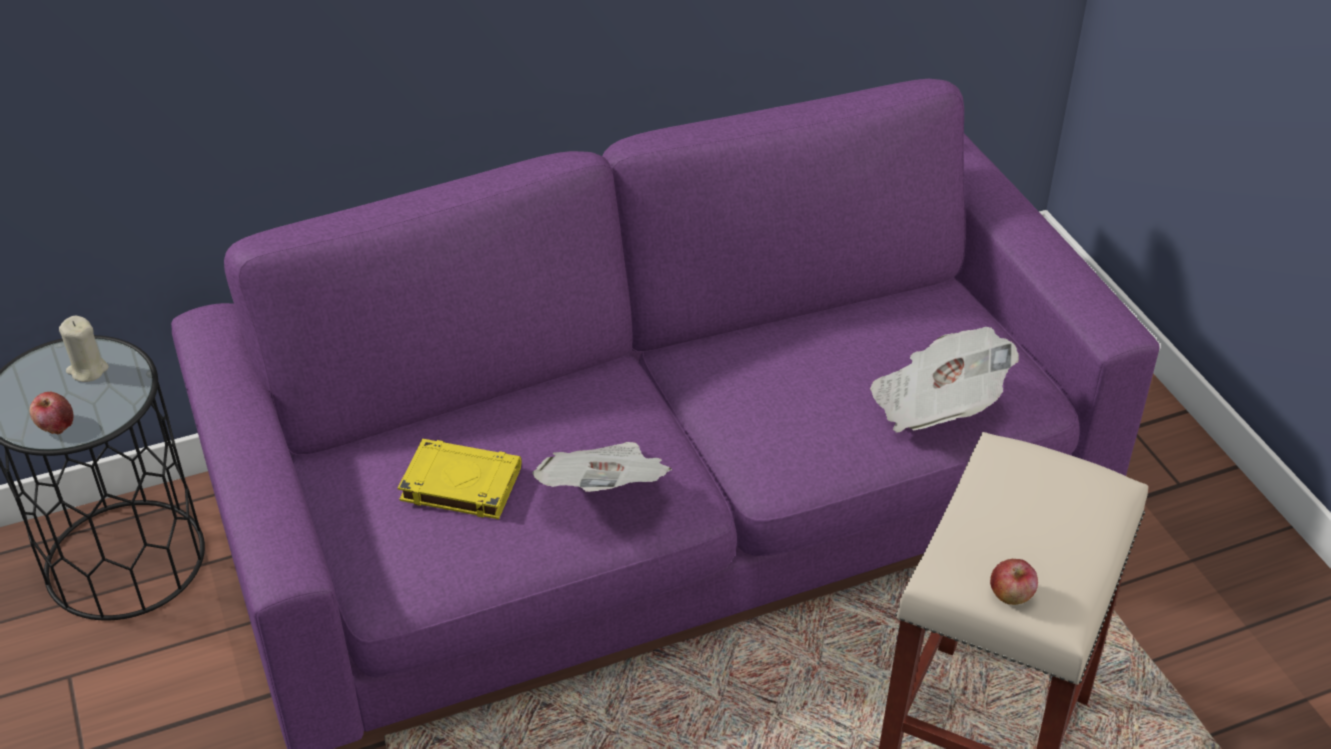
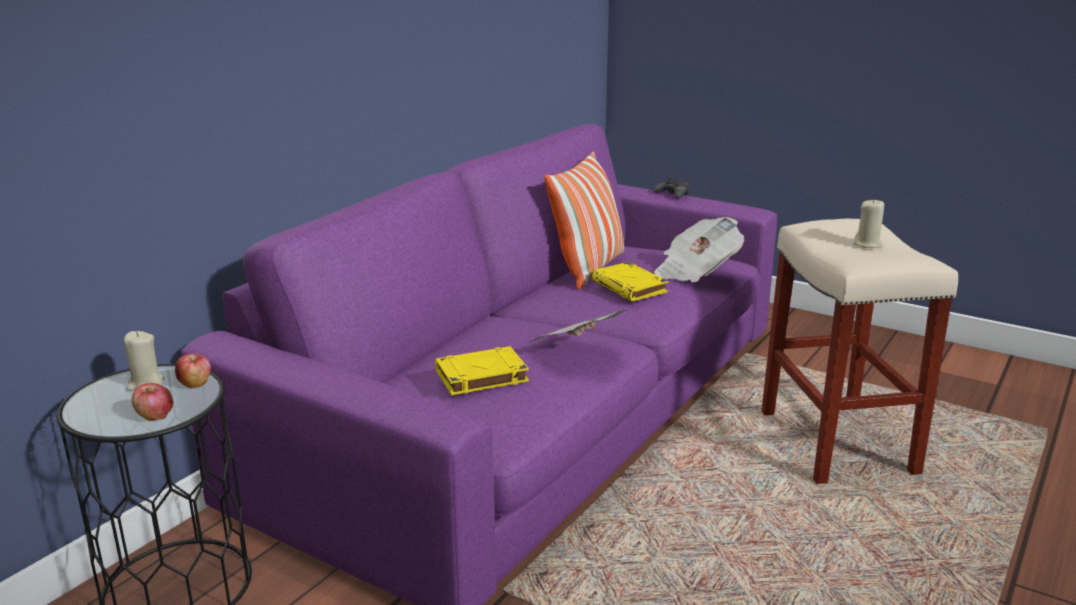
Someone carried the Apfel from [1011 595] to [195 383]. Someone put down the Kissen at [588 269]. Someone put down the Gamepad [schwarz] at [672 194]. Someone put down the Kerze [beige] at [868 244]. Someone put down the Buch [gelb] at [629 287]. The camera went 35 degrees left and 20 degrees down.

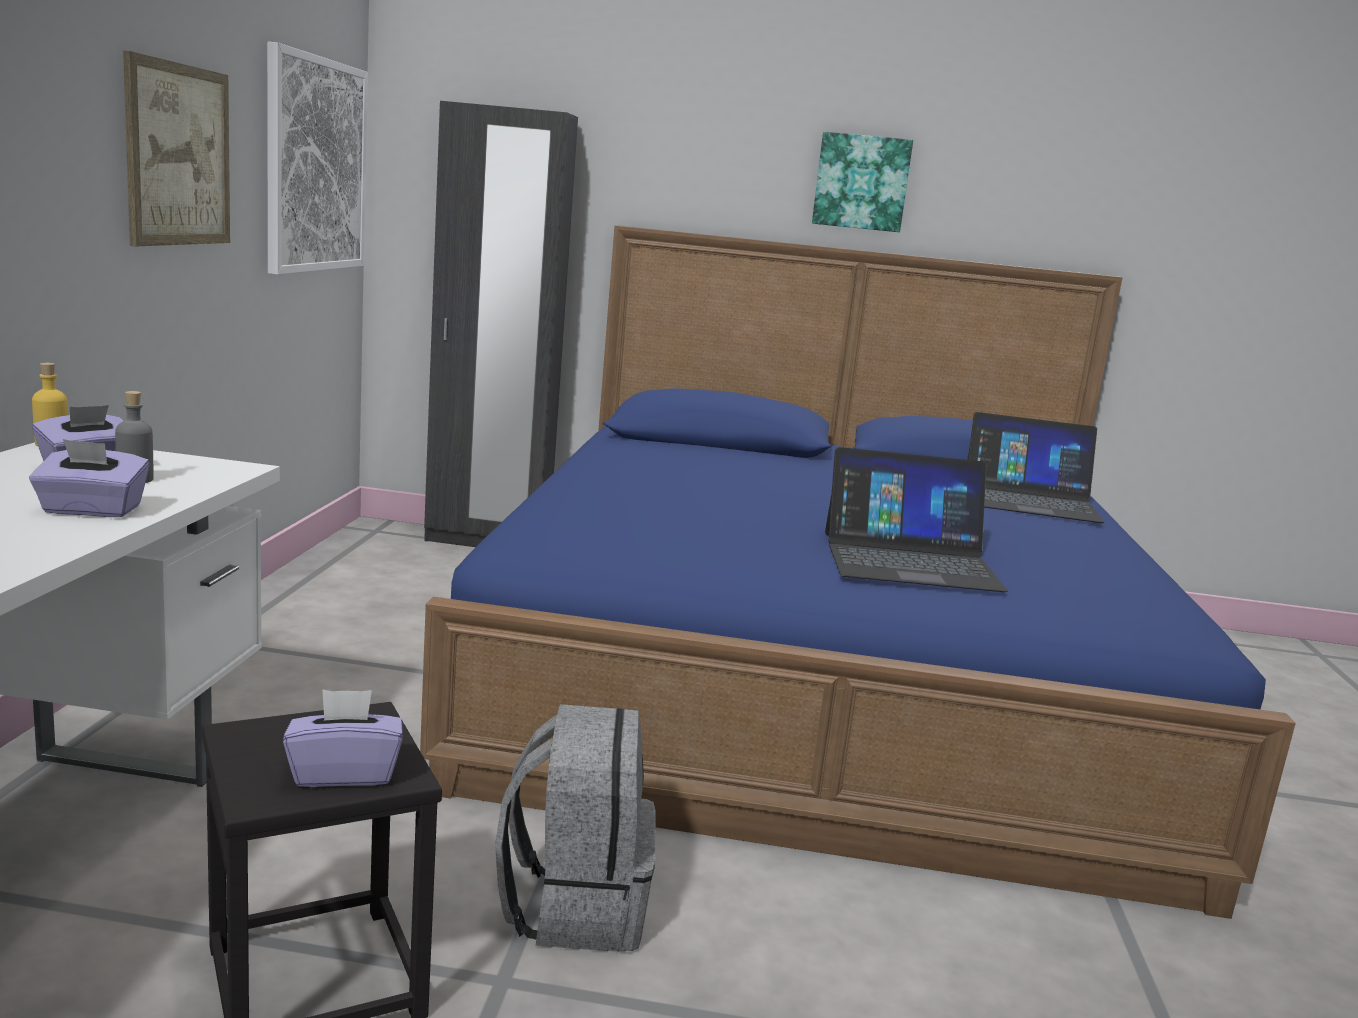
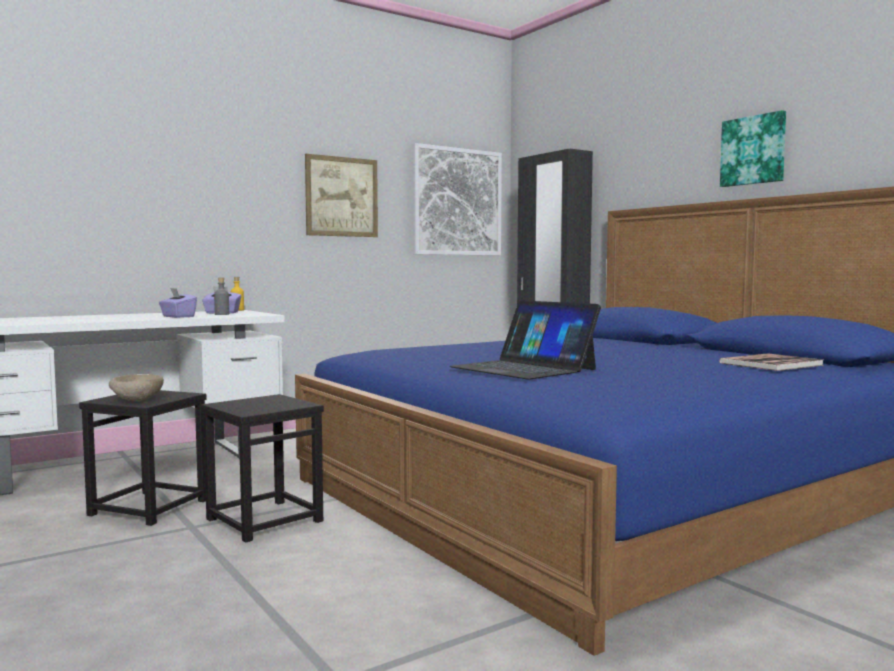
Someone swapped the Laptop at [1029 500] for the Buch at [771 364]. Someone swapped the Taschentuchbox [lila] at [344 773] for the Schüssel [beige] at [136 401]. Someone swapped the Rucksack [grau] at [575 906] for the Hocker [schwarz] at [264 520]. The camera went 50 degrees right and 10 degrees down.

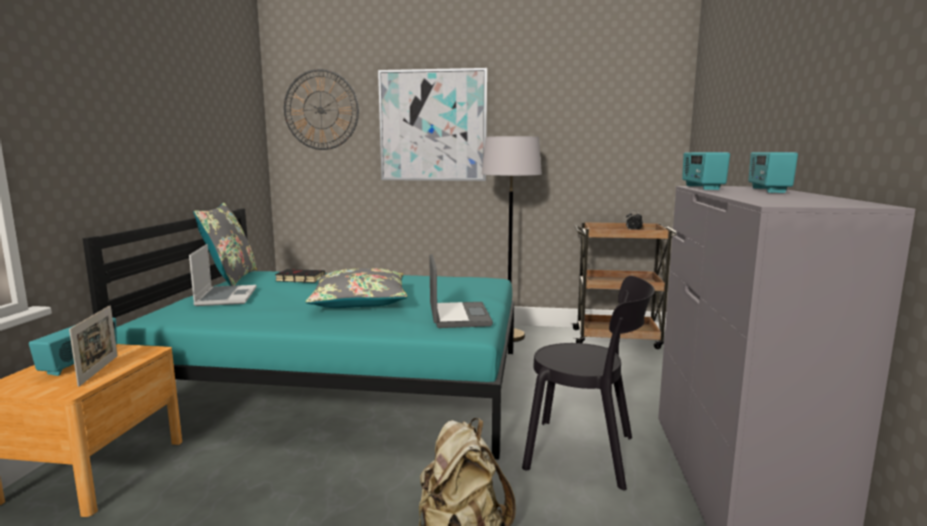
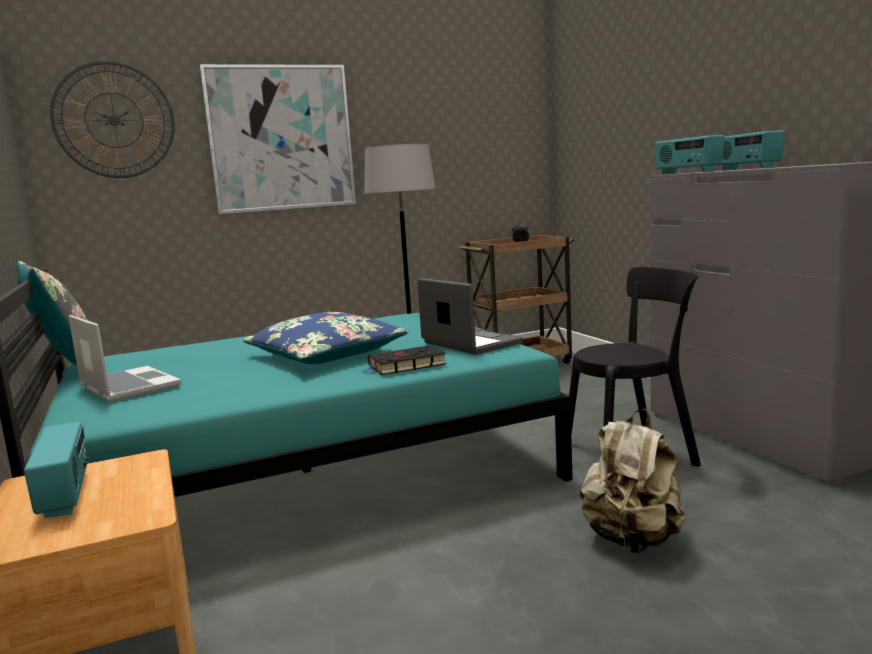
Someone repainted the Kissen [grau] at [359 301], which became the Kissen [blau] at [326 355]. Someone carried the Buch [schwarz] from [299 279] to [404 365]. Someone took away the Bilderrahmen at [99 370]. The camera went 30 degrees left and 0 degrees up.

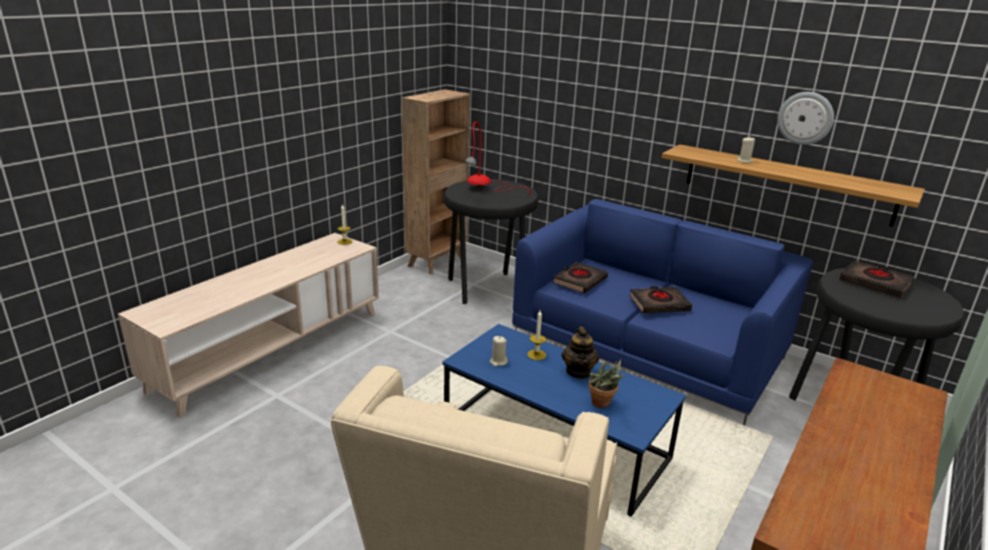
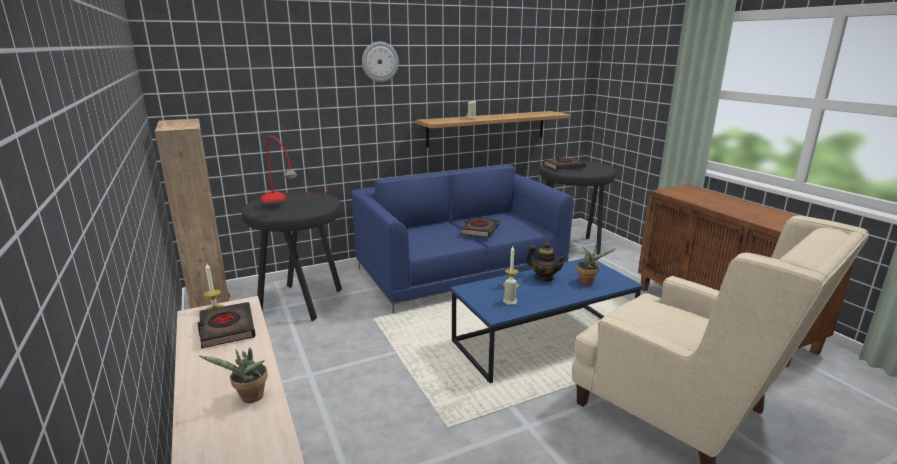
Someone carried the Wanduhr from [805 118] to [380 61]. Someone carried the Buch [schwarz] from [579 281] to [227 329]. Someone put down the Topfpflanze at [249 398]. The camera went 60 degrees left and 5 degrees down.

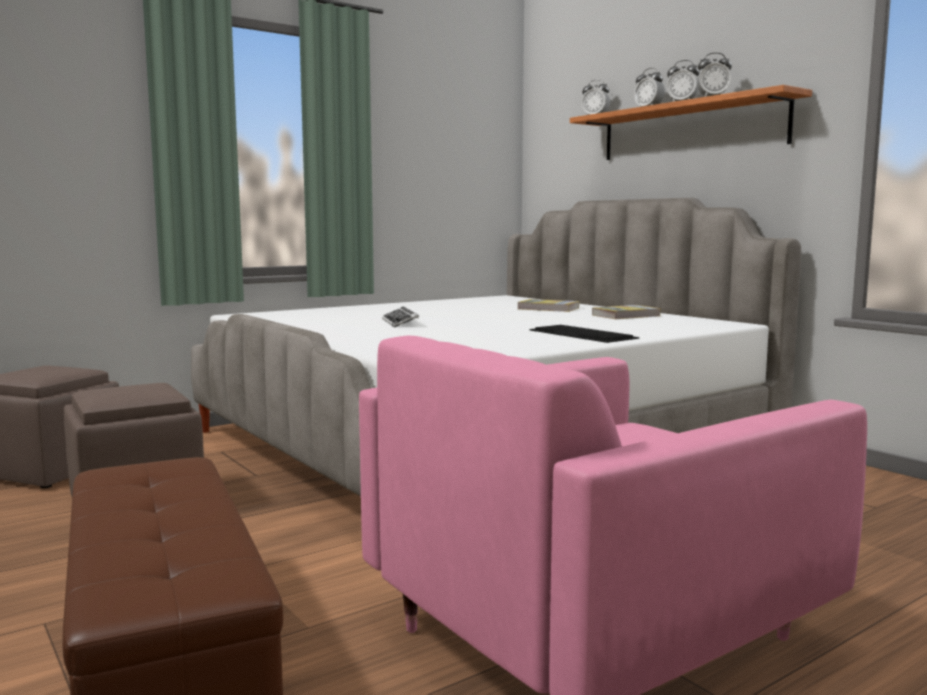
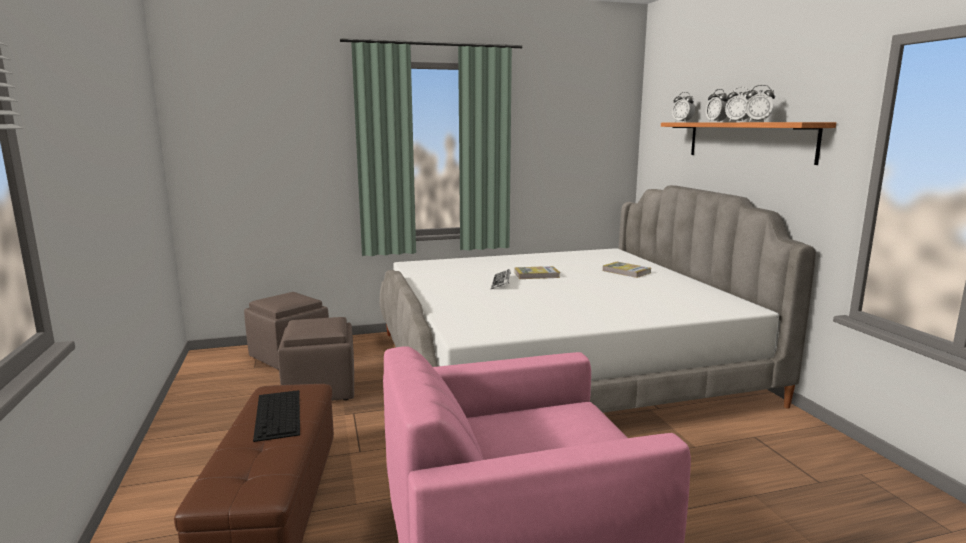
Someone carried the Buch from [626 315] to [536 275]. Someone carried the Tastatur from [583 334] to [278 414]. The camera went 20 degrees right and 5 degrees up.

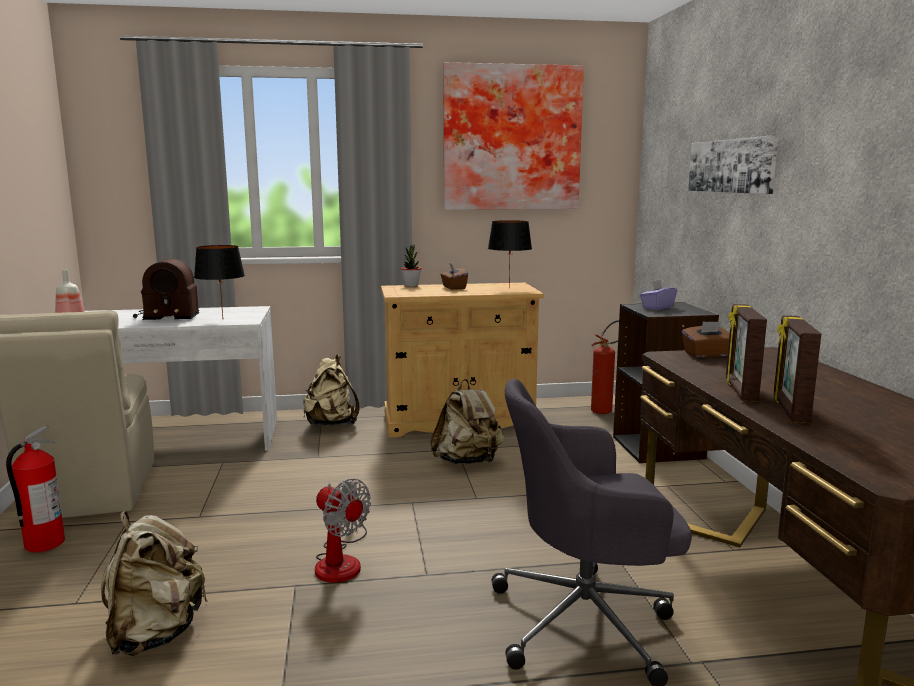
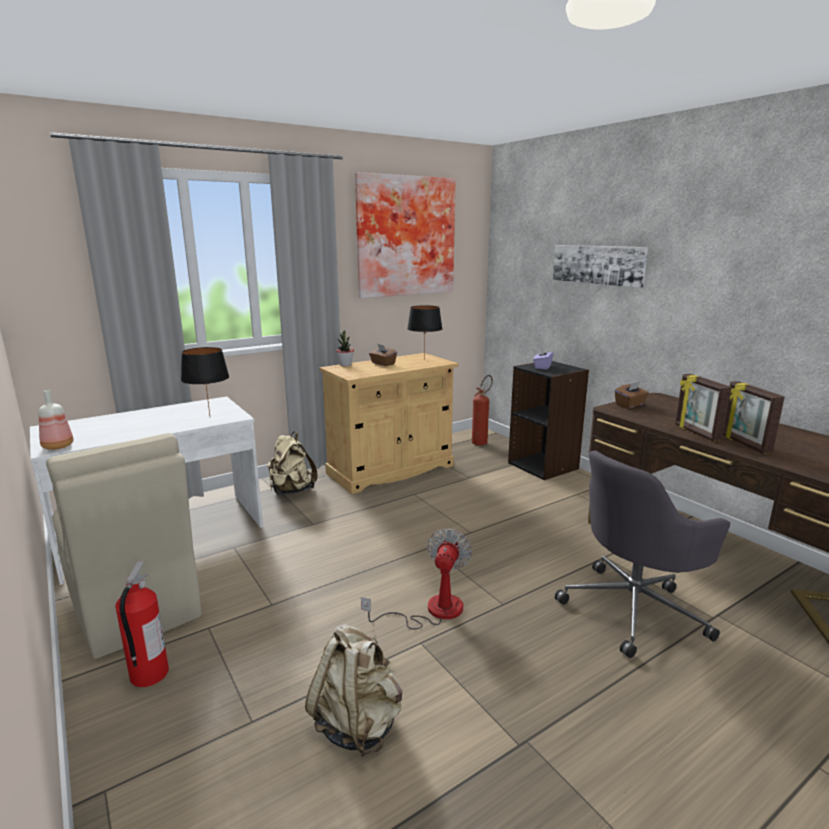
Someone took away the Radio at [166 315]. Someone took away the Rucksack [beige] at [468 462]. Someone rotated the Ventilator at [341 560] by 90 degrees counterclockwise. The camera went 25 degrees left and 5 degrees up.

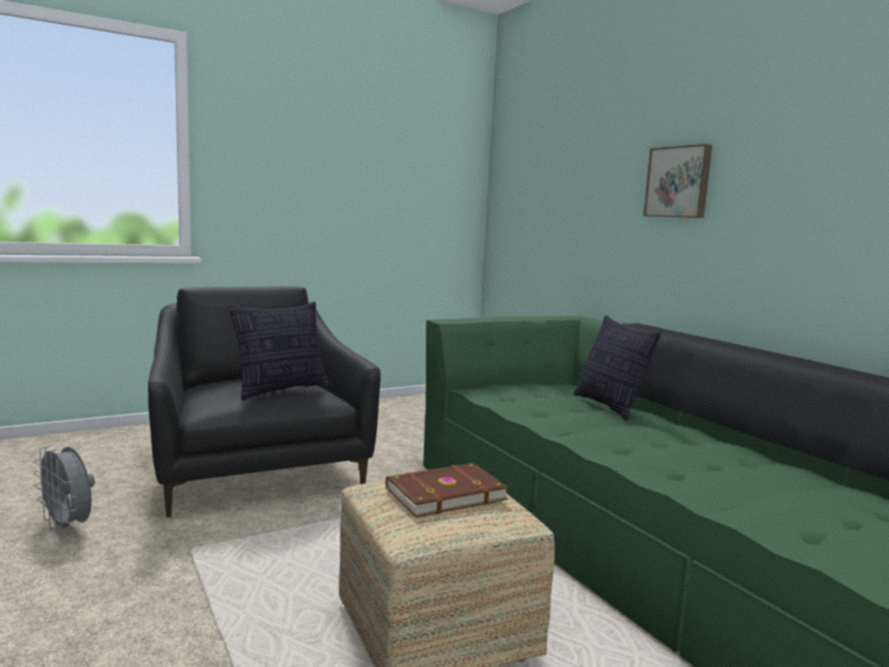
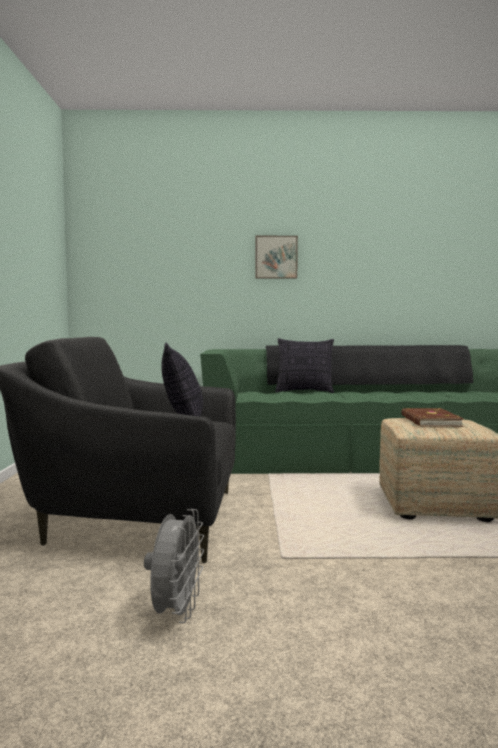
Someone rotated the Ventilator [grau] at [68 527] by 60 degrees counterclockwise. The camera went 60 degrees left and 5 degrees down.

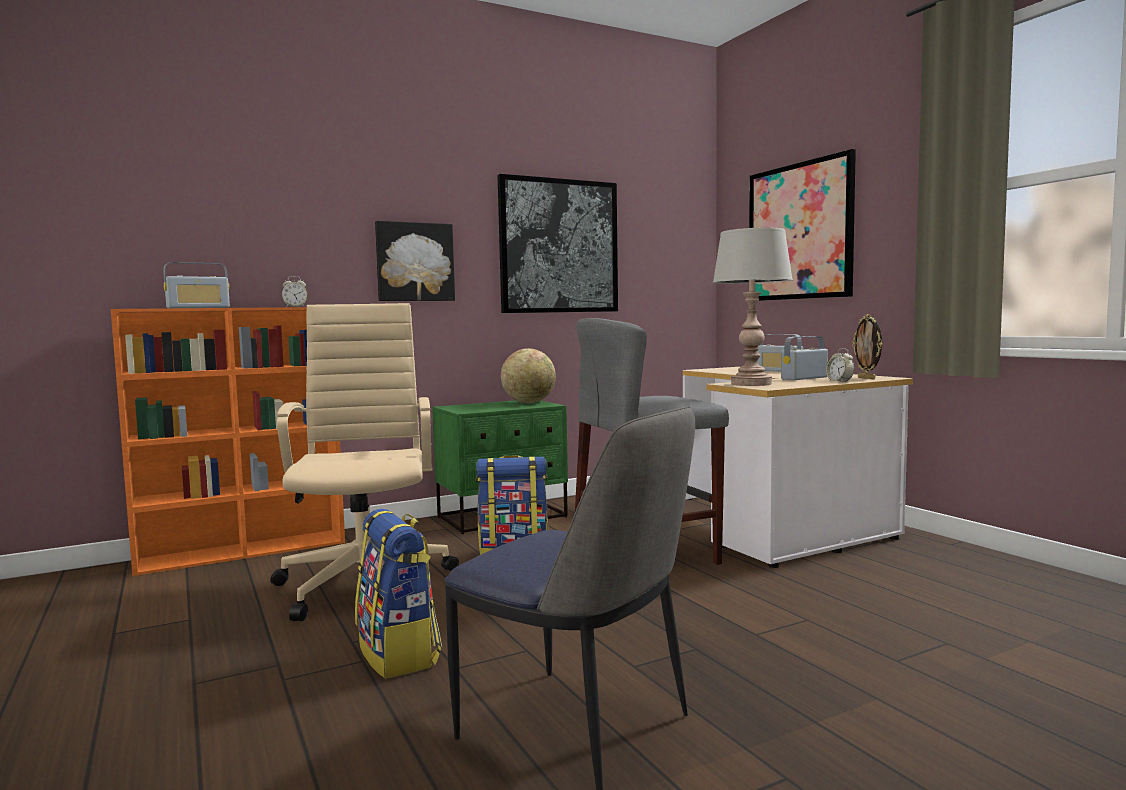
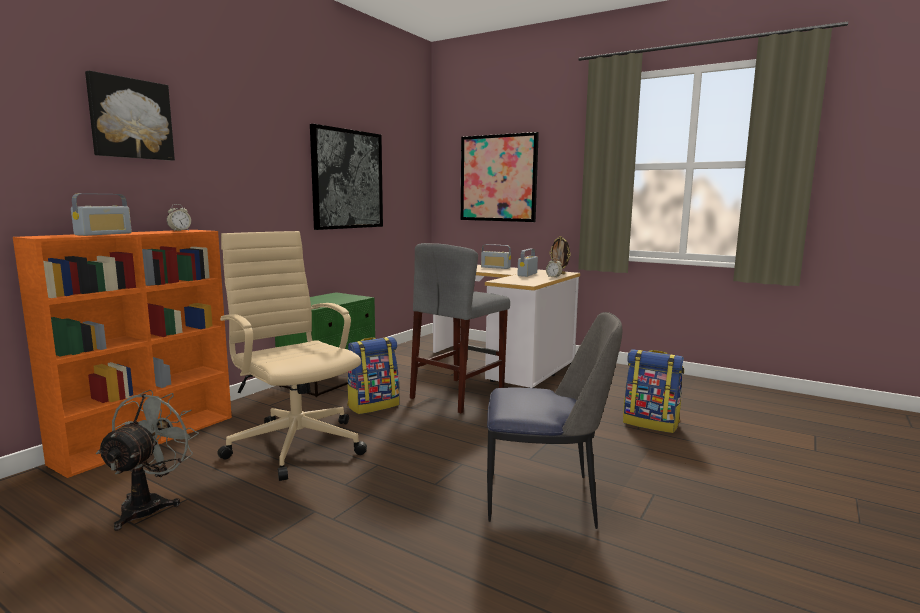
Someone carried the Bild from [414 262] to [130 119]. Someone took away the Tischlampe [grau] at [751 384]. Someone took away the Globus at [529 403]. Someone carried the Rucksack from [399 654] to [651 423]. Someone put down the Ventilator [grau] at [150 505]. The camera went 30 degrees left and 5 degrees up.

